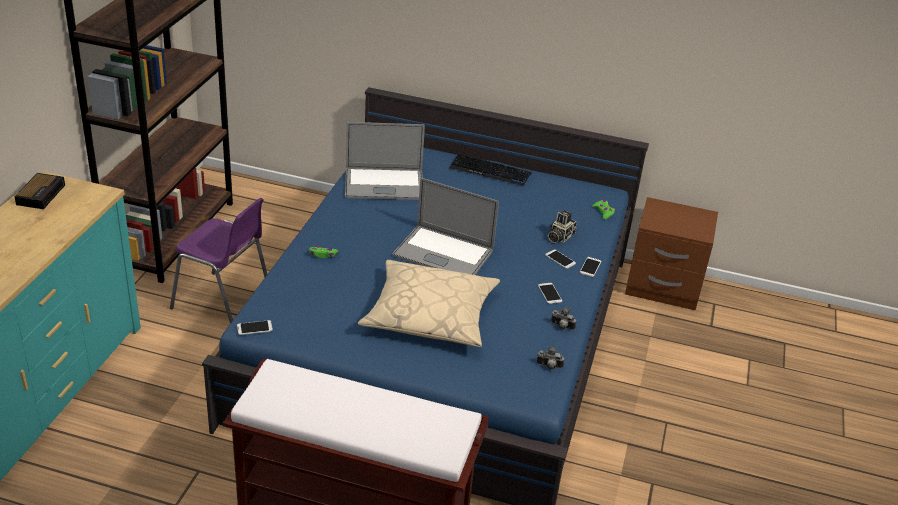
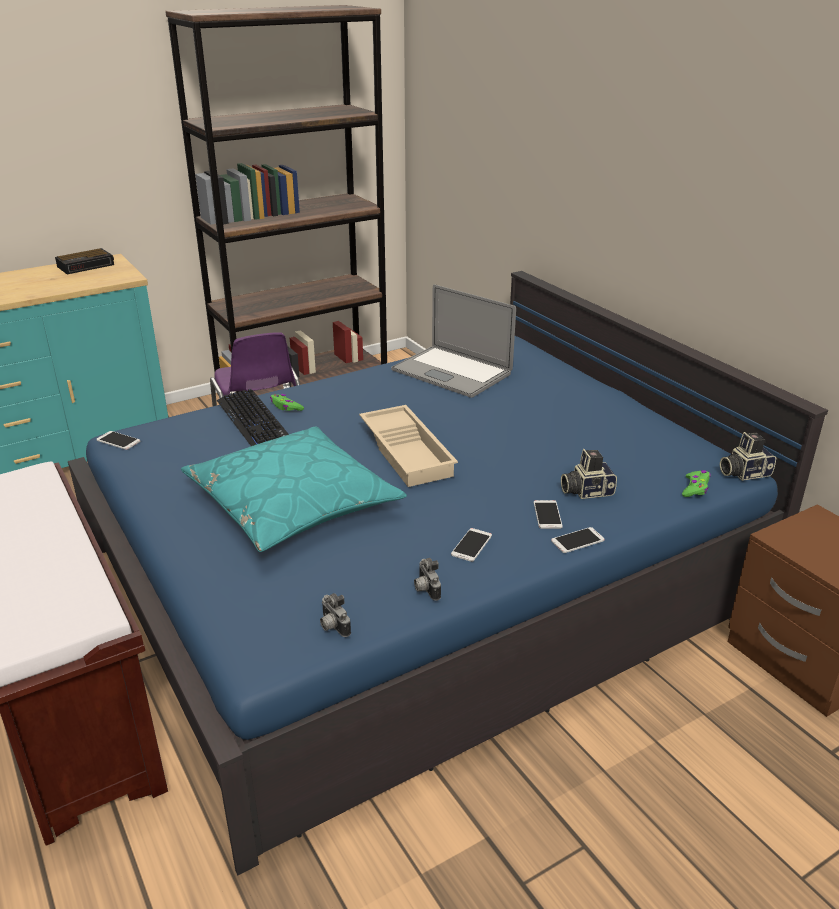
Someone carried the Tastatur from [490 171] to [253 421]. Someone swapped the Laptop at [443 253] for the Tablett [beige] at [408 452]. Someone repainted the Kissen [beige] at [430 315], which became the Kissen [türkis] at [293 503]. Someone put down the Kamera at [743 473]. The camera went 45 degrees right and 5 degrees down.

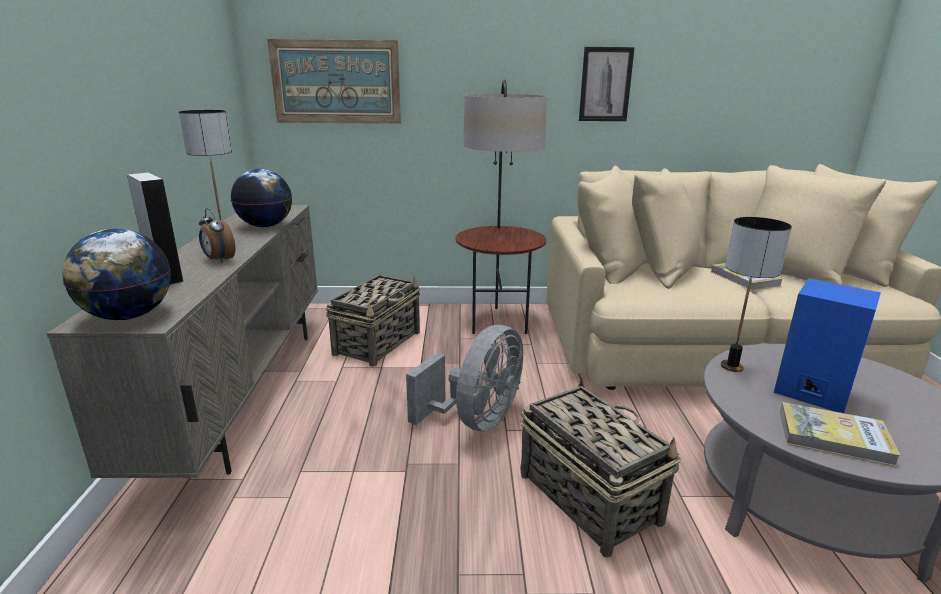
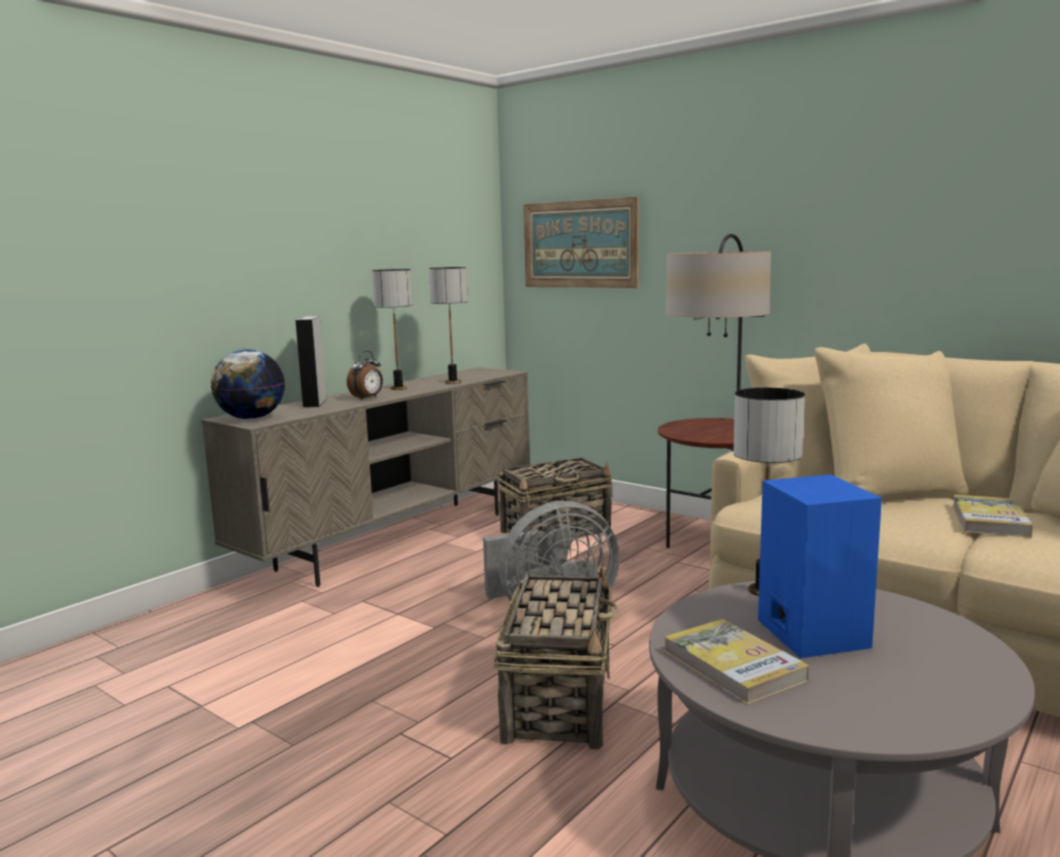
Someone took away the Bild at [605 84]. Someone swapped the Globus at [266 226] for the Tischlampe at [453 382]. Someone rotated the Wecker at [218 260] by 135 degrees counterclockwise. The camera went 40 degrees right and 10 degrees down.

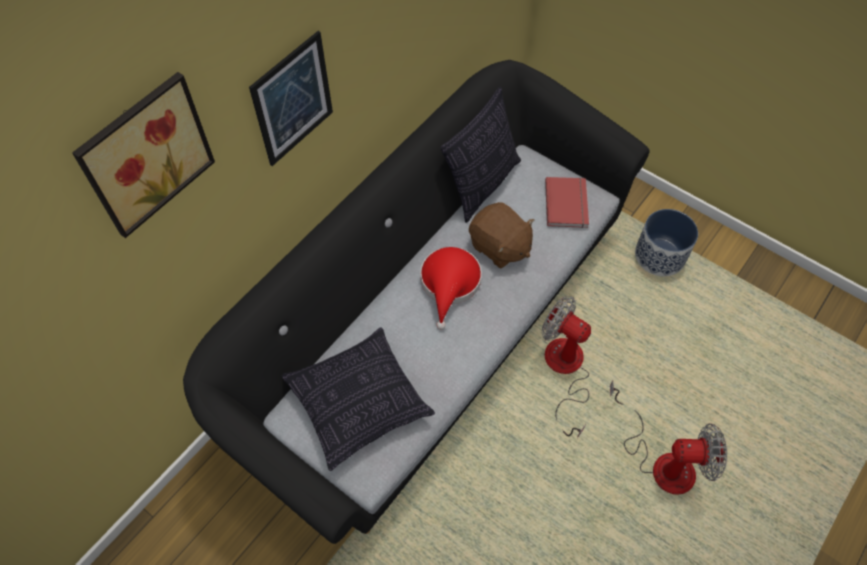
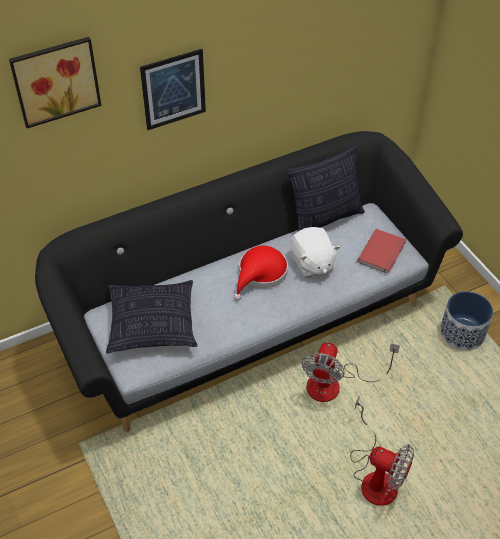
Someone repainted the Plüschtier [braun] at [499 247], which became the Plüschtier [weiß] at [312 263]. Someone rotated the Ventilator at [565 371] by 135 degrees counterclockwise. The camera went 25 degrees right and 10 degrees down.

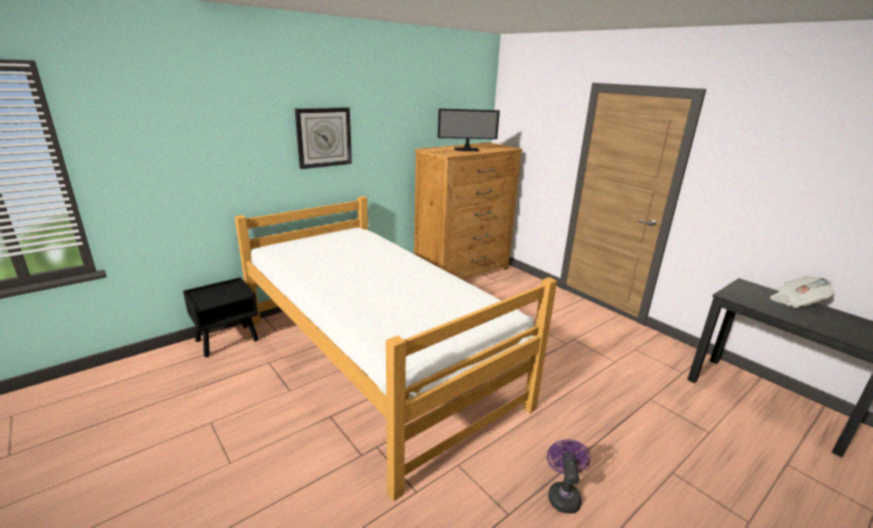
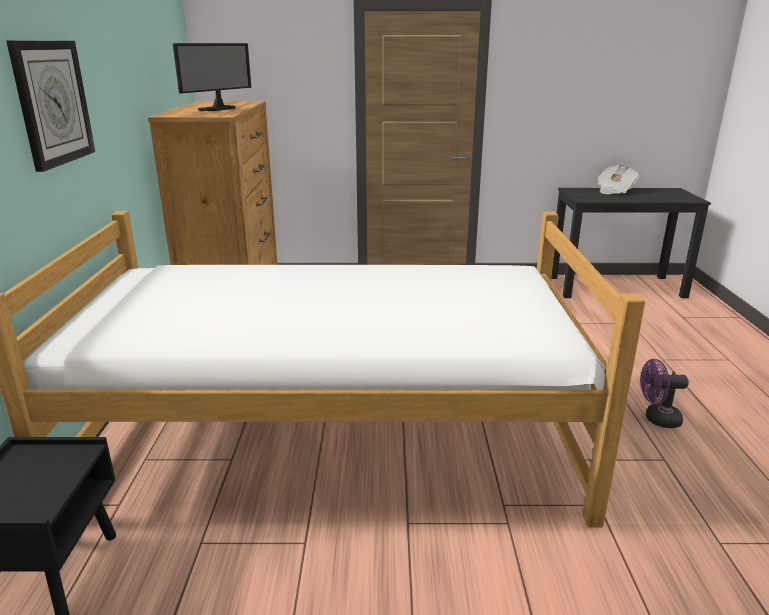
Someone rotated the Ventilator [lila] at [563 494] by 45 degrees counterclockwise. The camera went 50 degrees left and 0 degrees up.

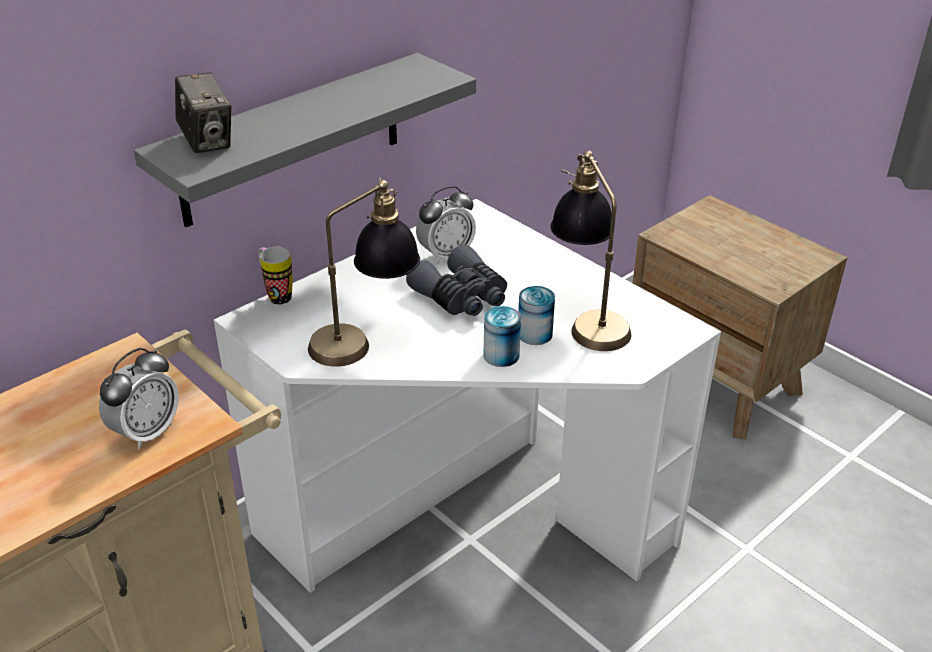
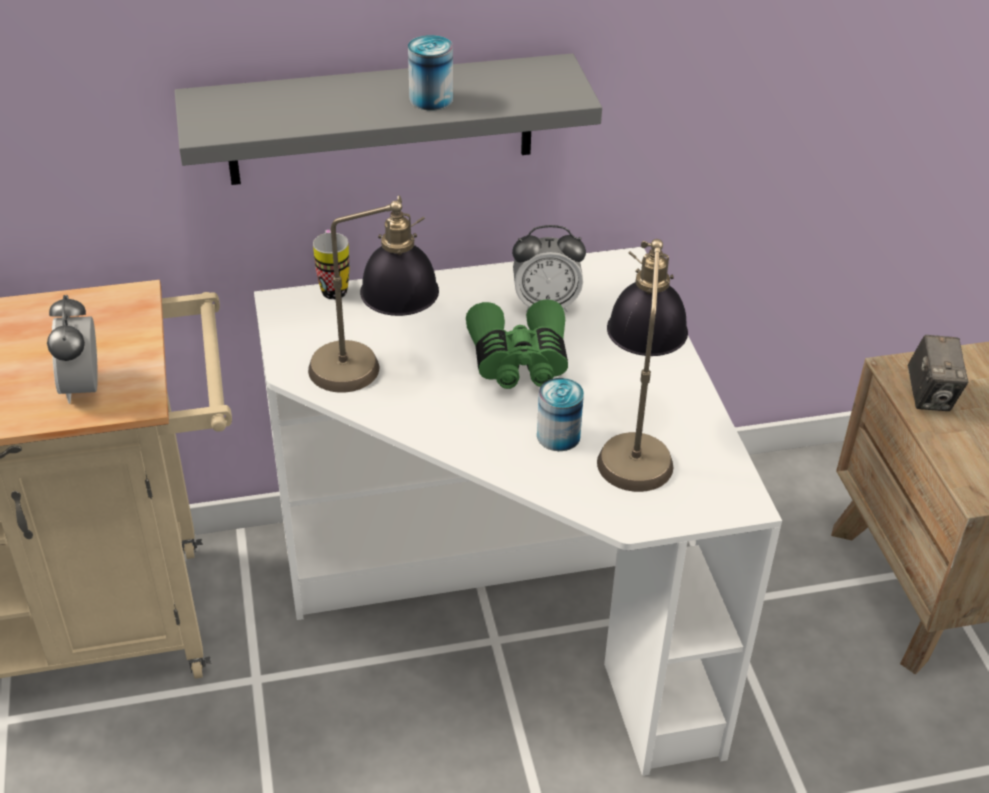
Someone carried the Kamera from [207 142] to [930 396]. Someone repainted the Fernglas [grau] at [462 297], which became the Fernglas [grün] at [519 361]. Someone carried the Dose from [501 355] to [431 99]. Someone rotated the Wecker at [146 432] by 105 degrees clockwise. The camera went 30 degrees right and 5 degrees up.

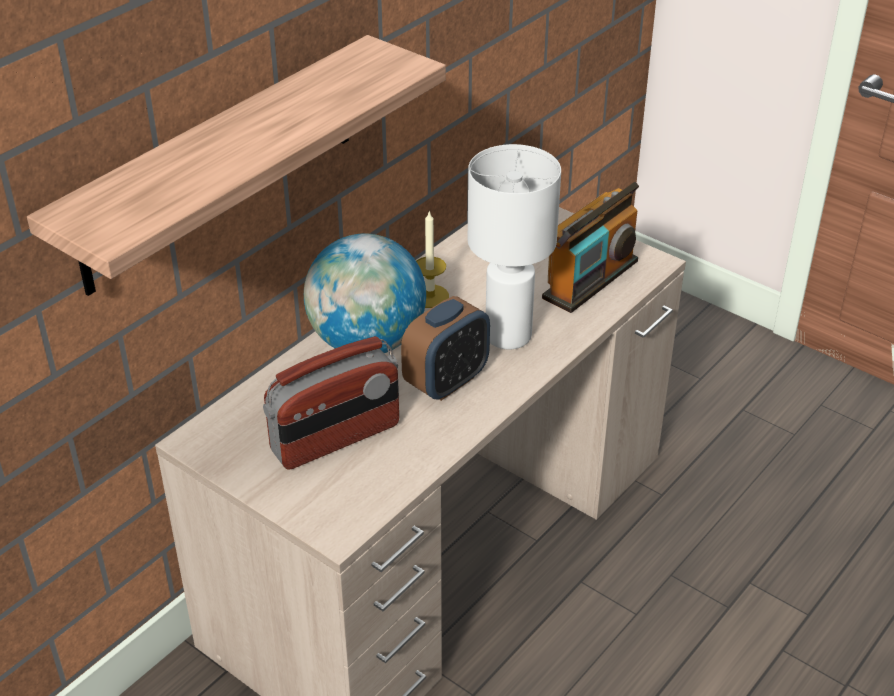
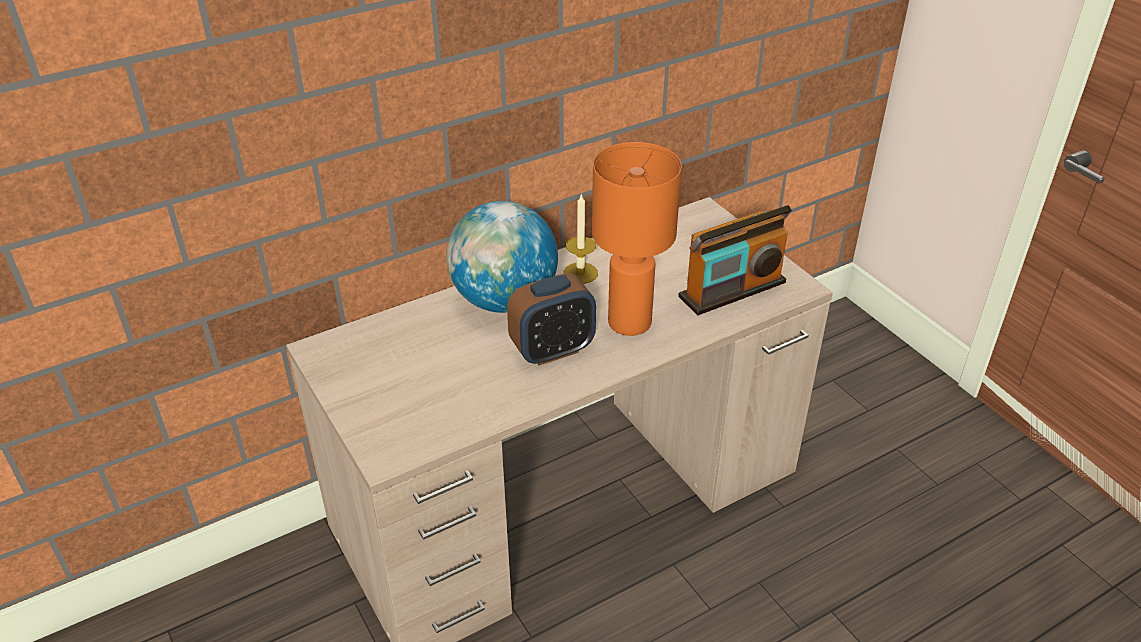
Someone took away the Wandregal at [220 164]. Someone repainted the Tischlampe [weiß] at [509 335], which became the Tischlampe [orange] at [631 322]. Someone took away the Radio at [336 439]. The camera went 20 degrees right and 0 degrees up.

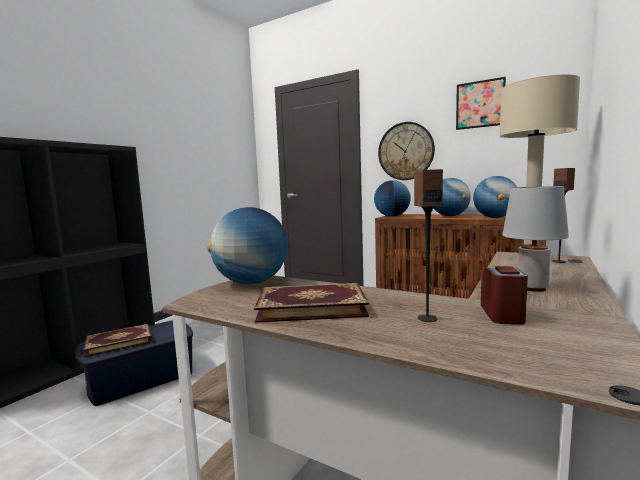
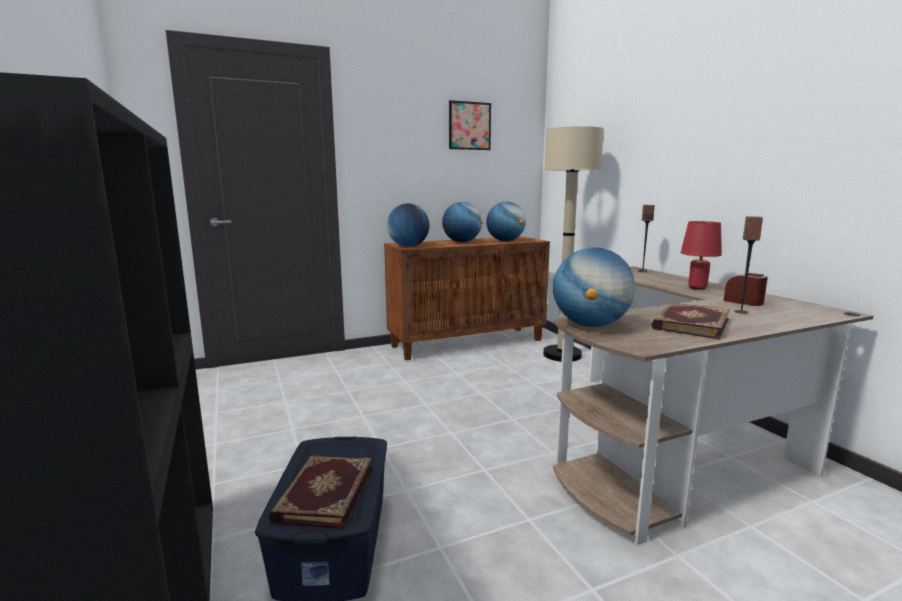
Someone took away the Wanduhr at [405 151]. Someone repainted the Tischlampe [grau] at [531 288], which became the Tischlampe [rot] at [697 288]. The camera went 55 degrees left and 5 degrees up.

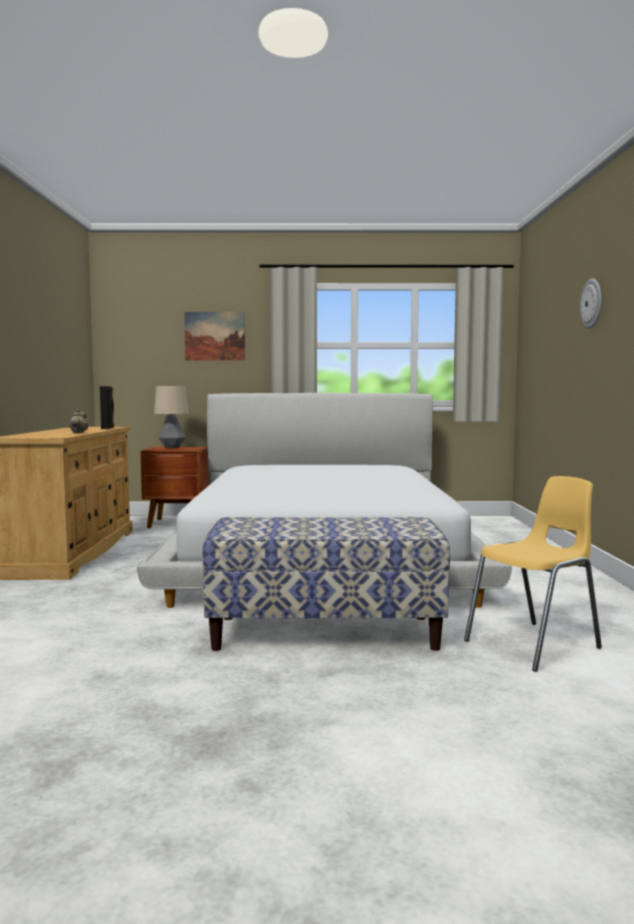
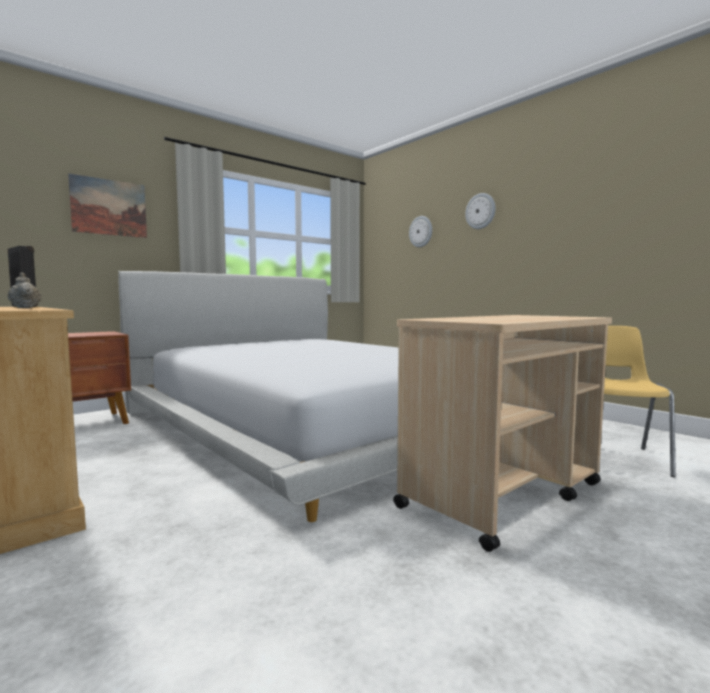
Someone took away the Tischlampe at [172 447]. Someone swapped the Bank at [325 632] for the Rollwagen [beige] at [504 494]. Someone put up the Wanduhr at [421 231]. The camera went 40 degrees left and 0 degrees up.

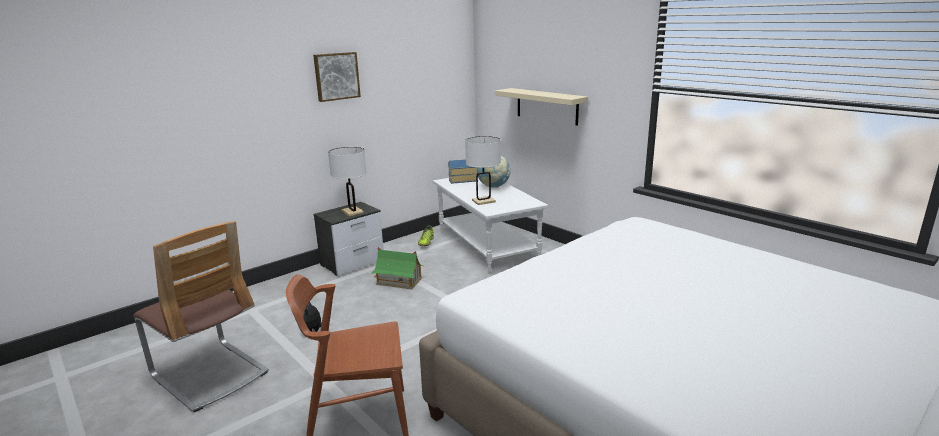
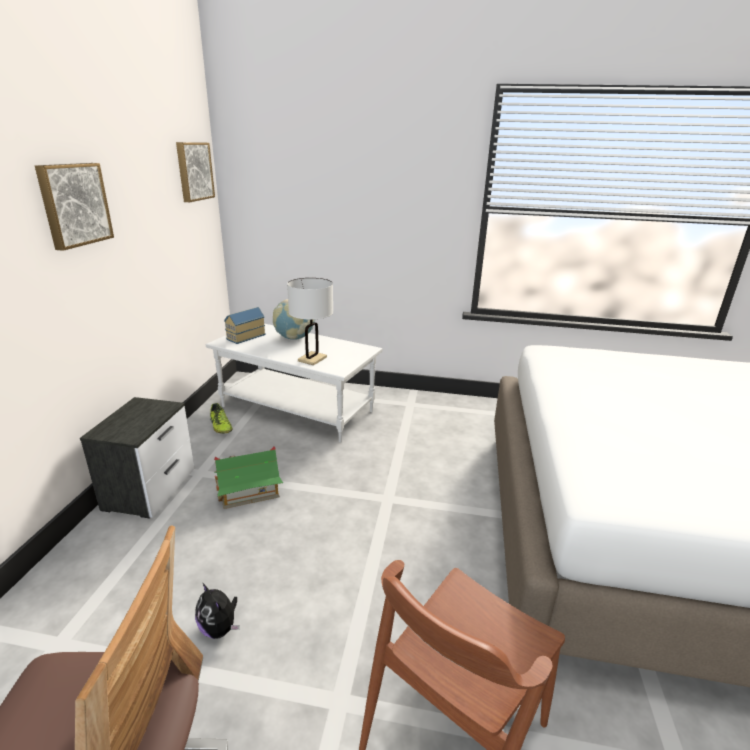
Someone took away the Wandregal [beige] at [547 106]. Someone took away the Tischlampe [weiß] at [352 212]. Someone put up the Bild at [193 171]. The camera went 40 degrees left and 5 degrees up.

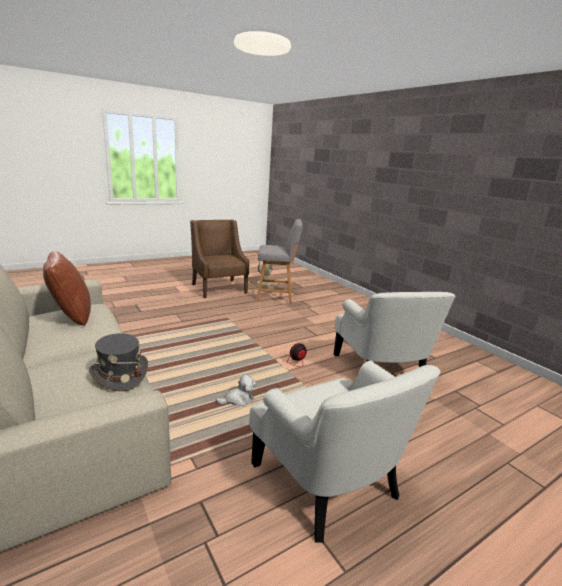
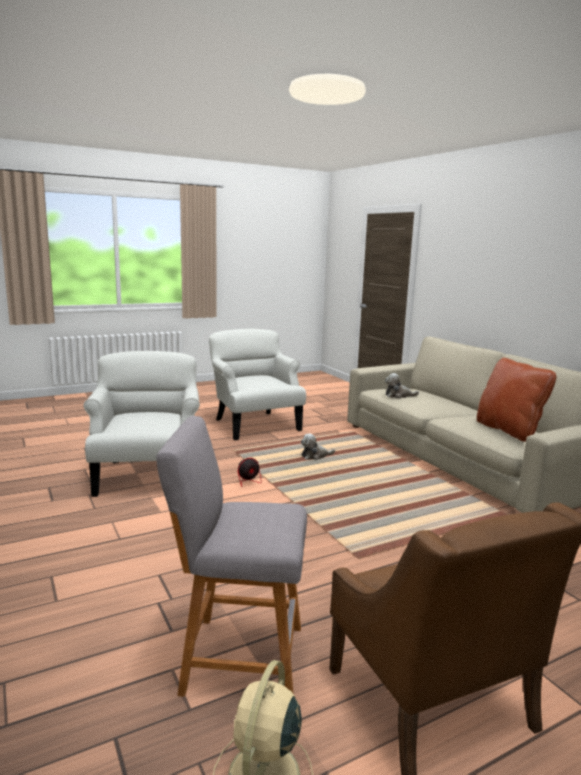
Someone swapped the Hut [grau] at [119 375] for the Plüschtier at [398 395]. The camera went 175 degrees left and 5 degrees down.

